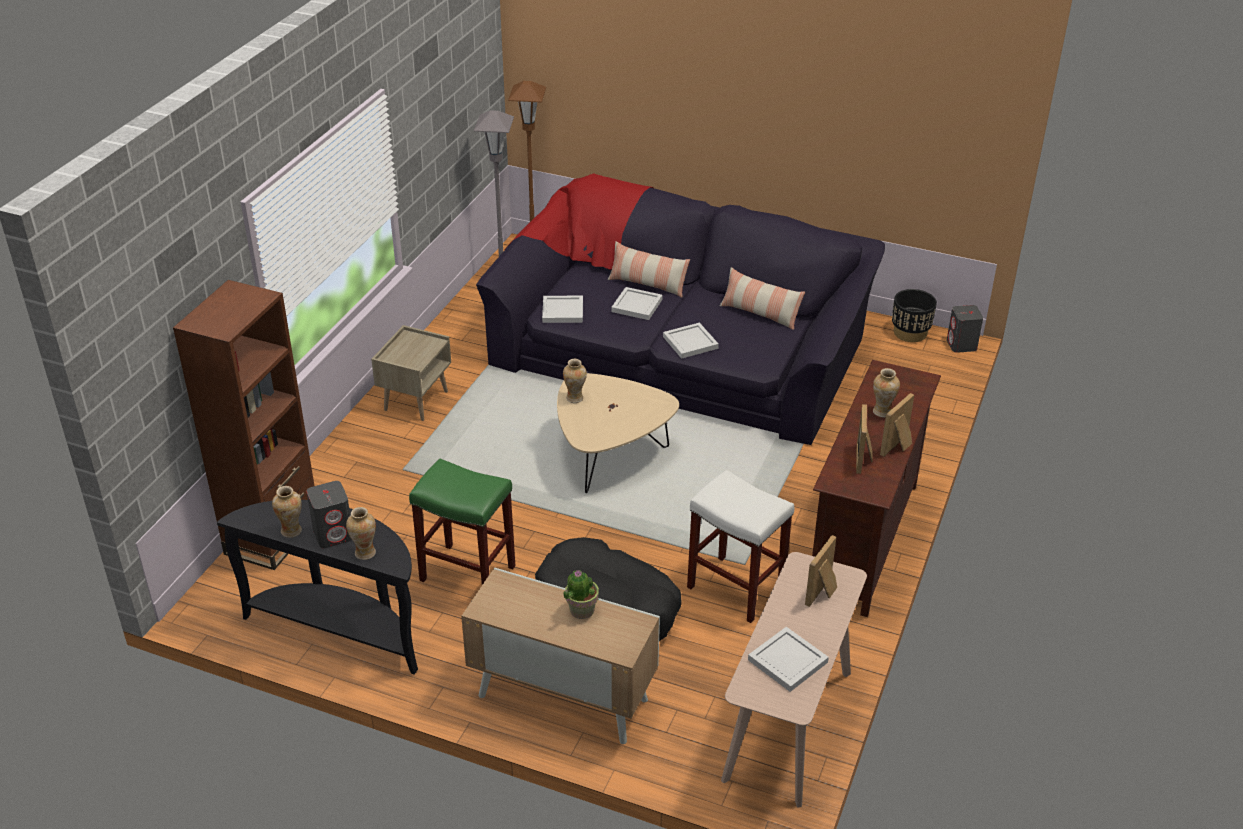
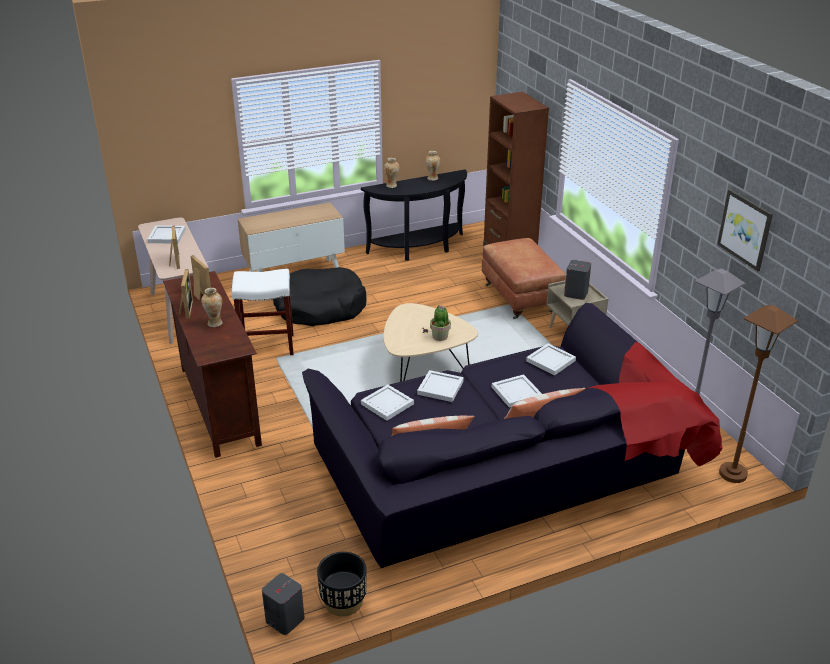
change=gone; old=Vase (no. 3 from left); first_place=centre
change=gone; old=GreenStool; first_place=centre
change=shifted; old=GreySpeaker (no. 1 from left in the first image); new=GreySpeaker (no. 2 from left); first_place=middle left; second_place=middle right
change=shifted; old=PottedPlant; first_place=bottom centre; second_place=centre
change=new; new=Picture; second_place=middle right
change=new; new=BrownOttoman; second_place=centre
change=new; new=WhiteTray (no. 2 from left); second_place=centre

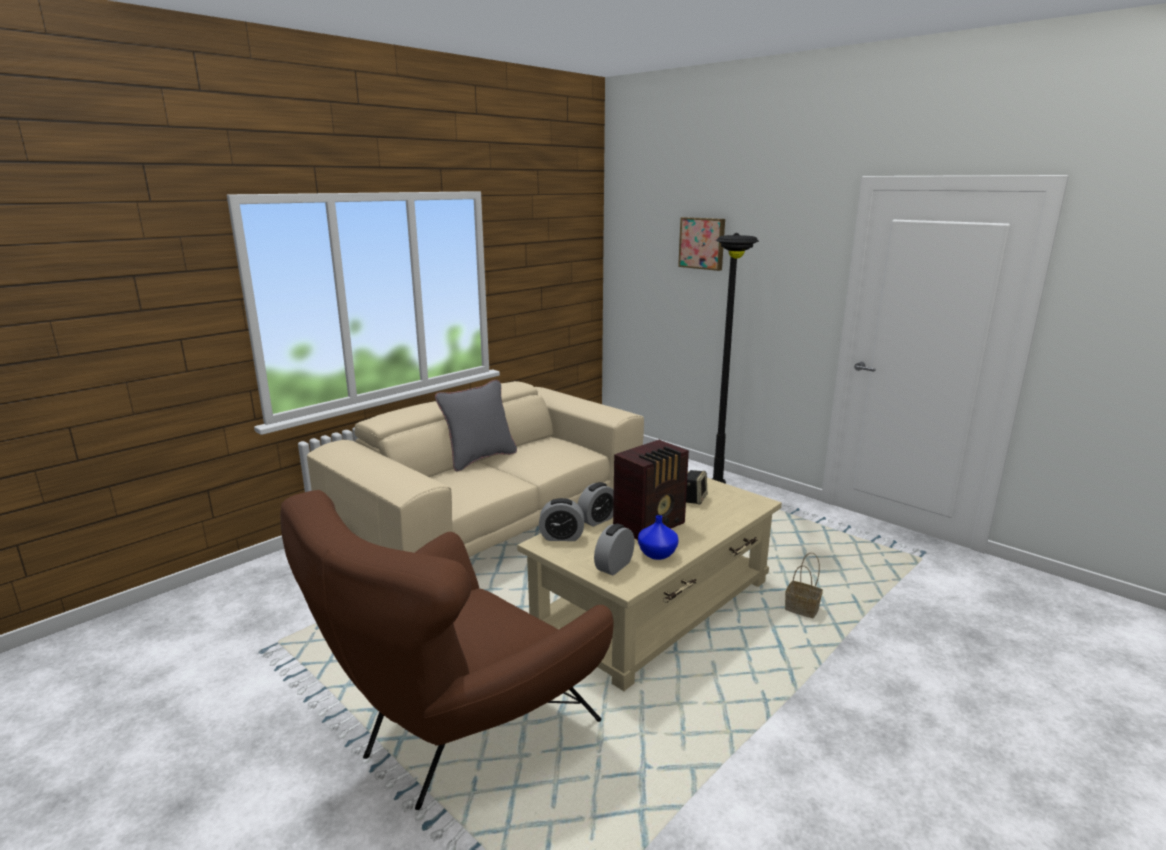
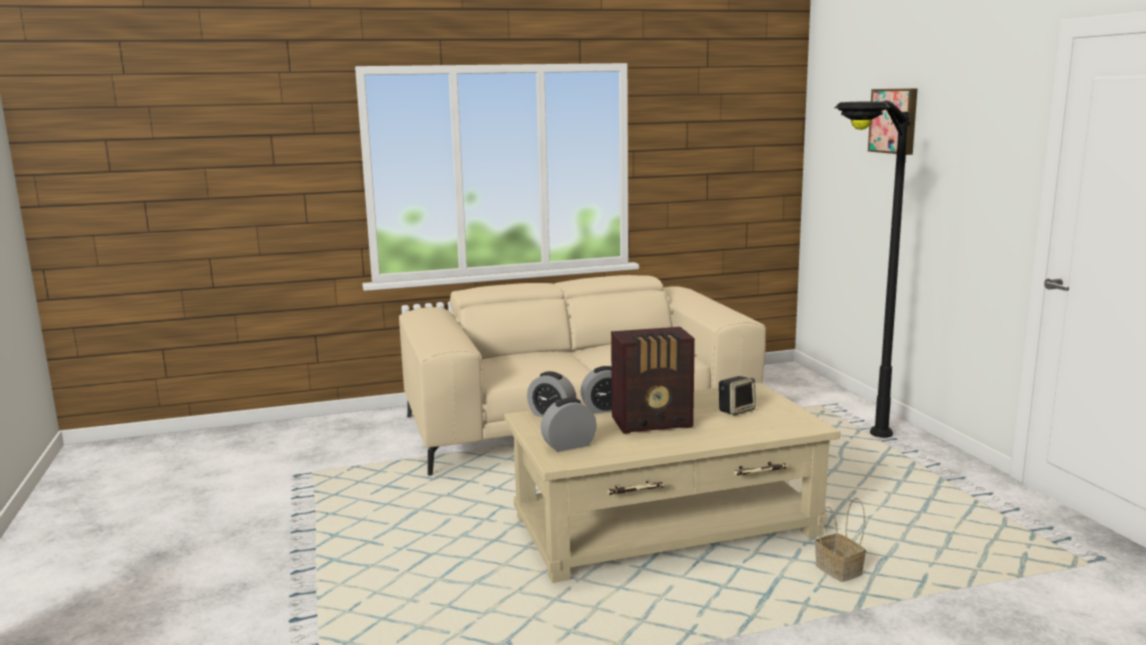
change=gone; old=GreyPillow; first_place=centre
change=gone; old=BrownArmchair; first_place=bottom centre
change=gone; old=BlueVase; first_place=centre

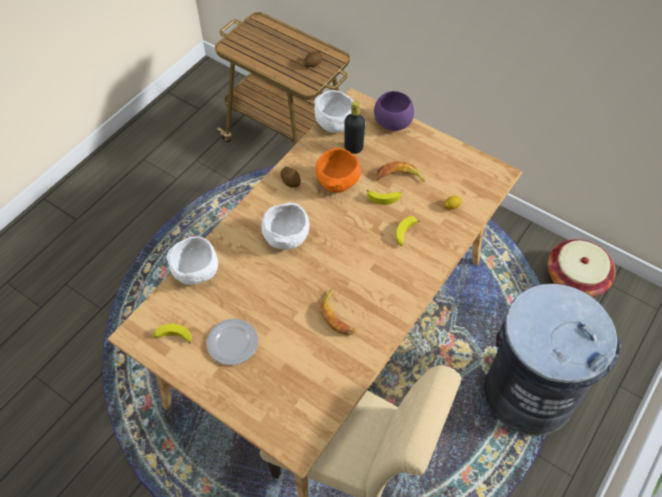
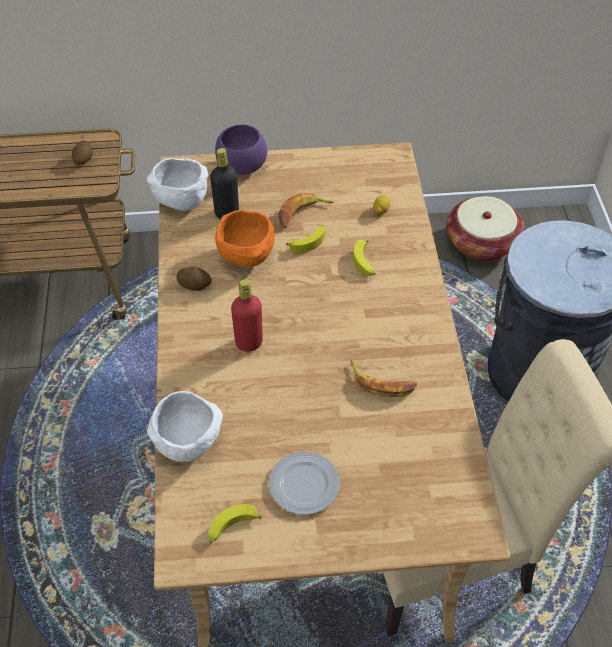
change=swapped; old=WhiteBowl (no. 2 from left); new=RedBottle; first_place=centre; second_place=centre

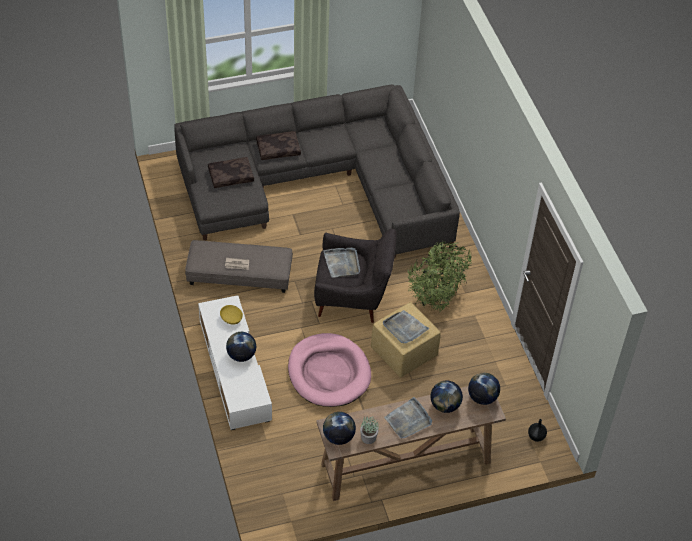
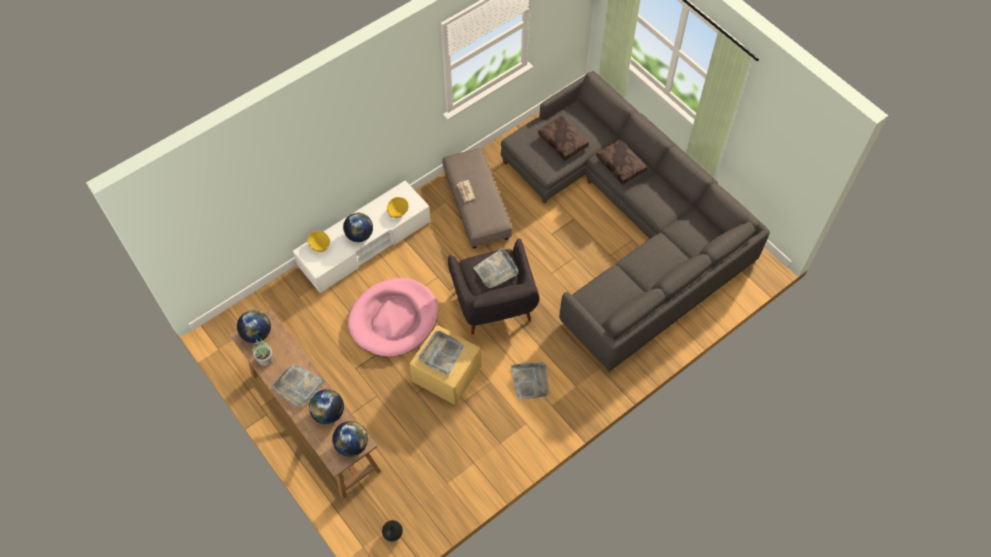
change=swapped; old=PottedPlant (no. 2 from left); new=GreyTray (no. 4 from left); first_place=centre; second_place=bottom centre
change=new; new=YellowBowl (no. 1 from left); second_place=middle left

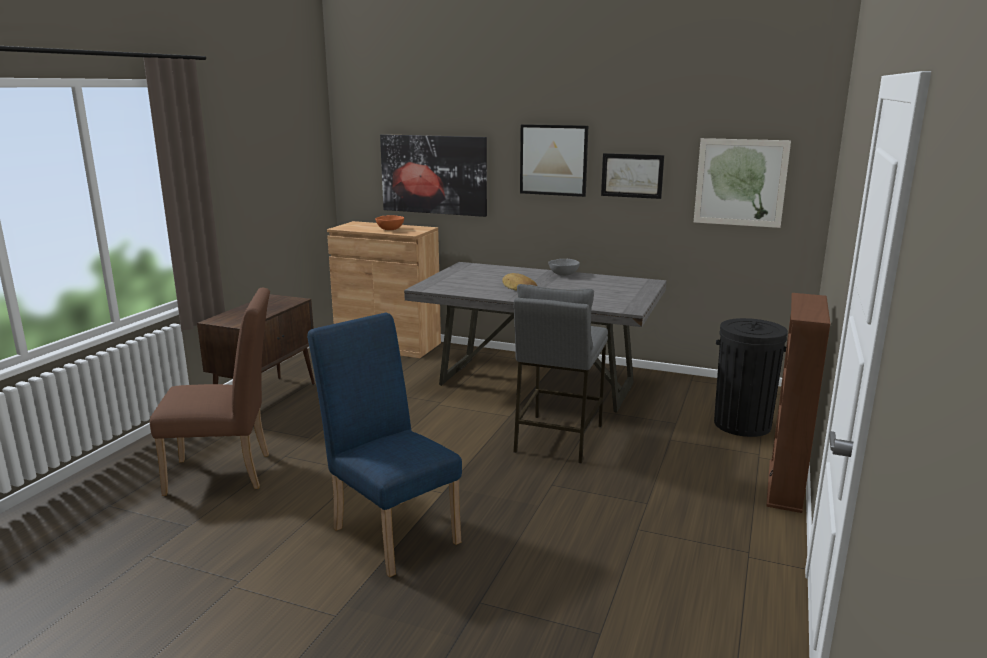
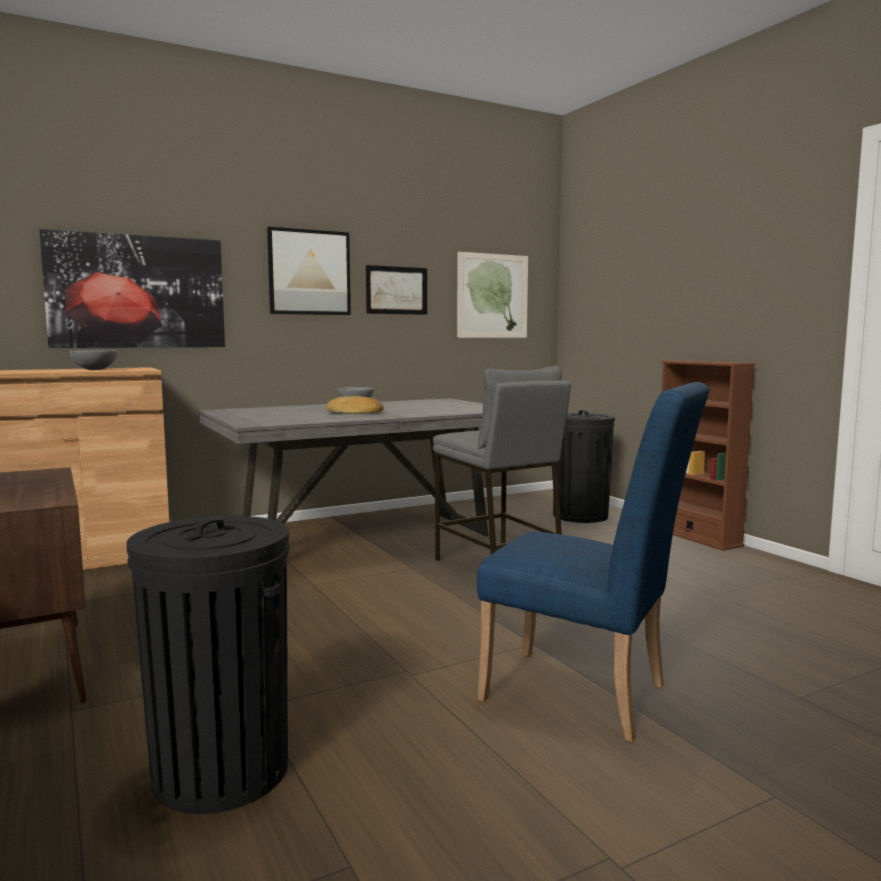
change=repainted; old=OrangeBowl; new=GreyBowl (no. 1 from left); first_place=centre; second_place=middle left
change=swapped; old=BrownChair; new=BlackTrashCan (no. 1 from left); first_place=middle left; second_place=bottom left
change=rotated; old=BlueChair; first_place=bottom centre; second_place=middle right; degrees=-150

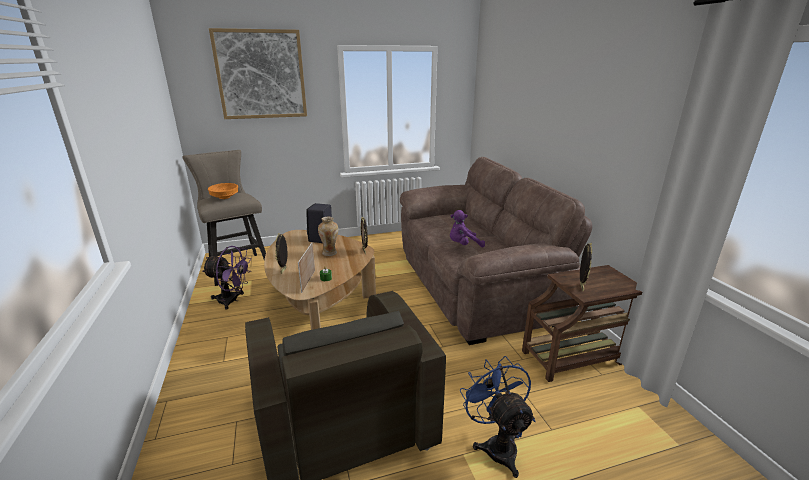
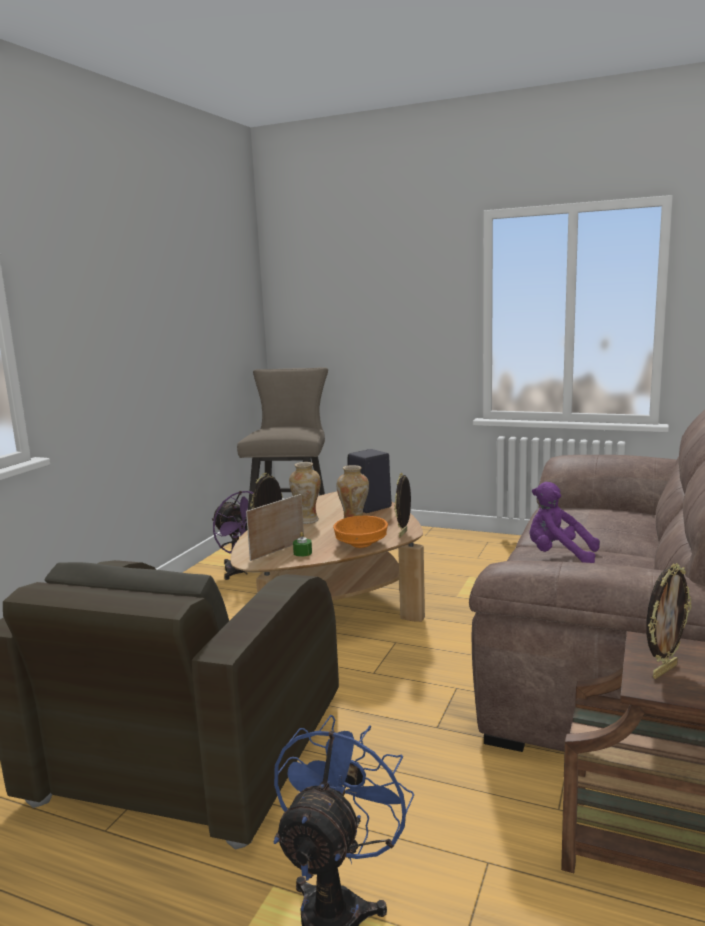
change=gone; old=Picture; first_place=top left
change=shifted; old=OrangeBowl; first_place=middle left; second_place=centre
change=new; new=Vase (no. 1 from left); second_place=centre

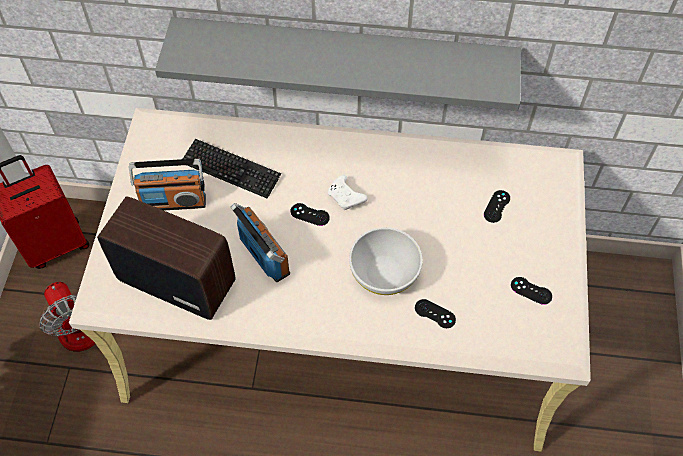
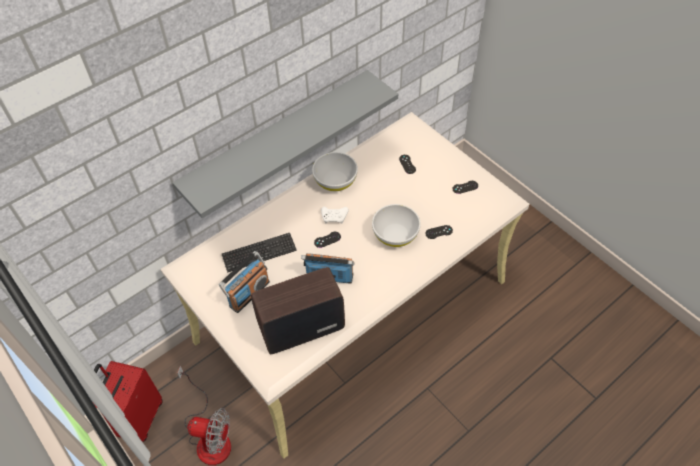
change=new; new=WhiteBowl (no. 1 from left); second_place=centre

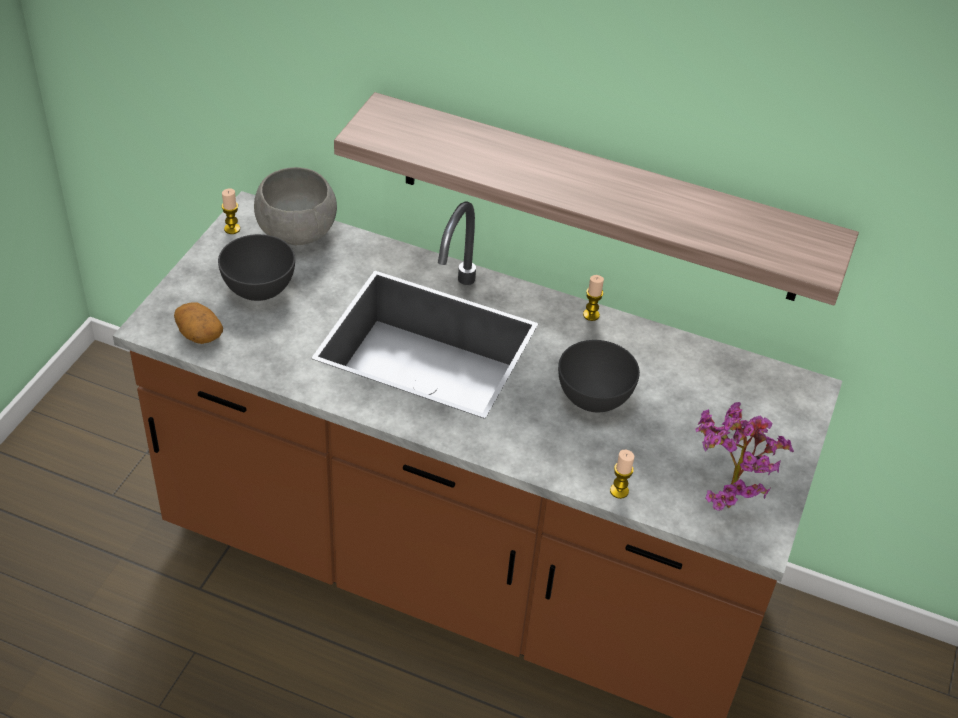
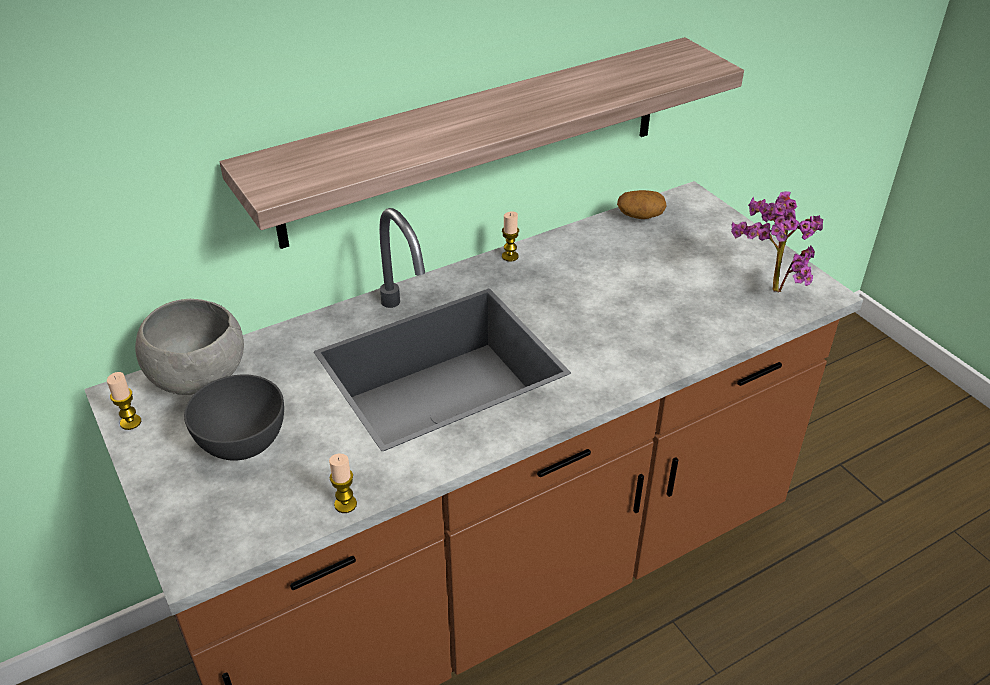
change=shifted; old=Potato; first_place=middle left; second_place=top centre
change=gone; old=GreyBowl (no. 3 from left); first_place=centre
change=shifted; old=Candle (no. 3 from left in the first image); new=Candle (no. 2 from left); first_place=centre; second_place=bottom centre

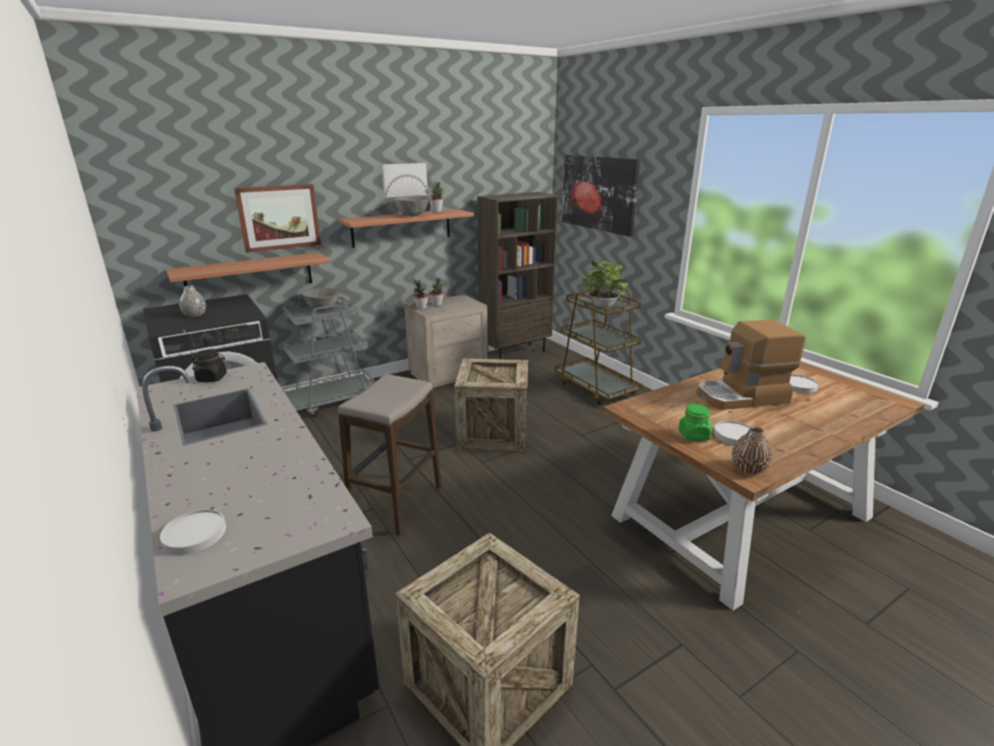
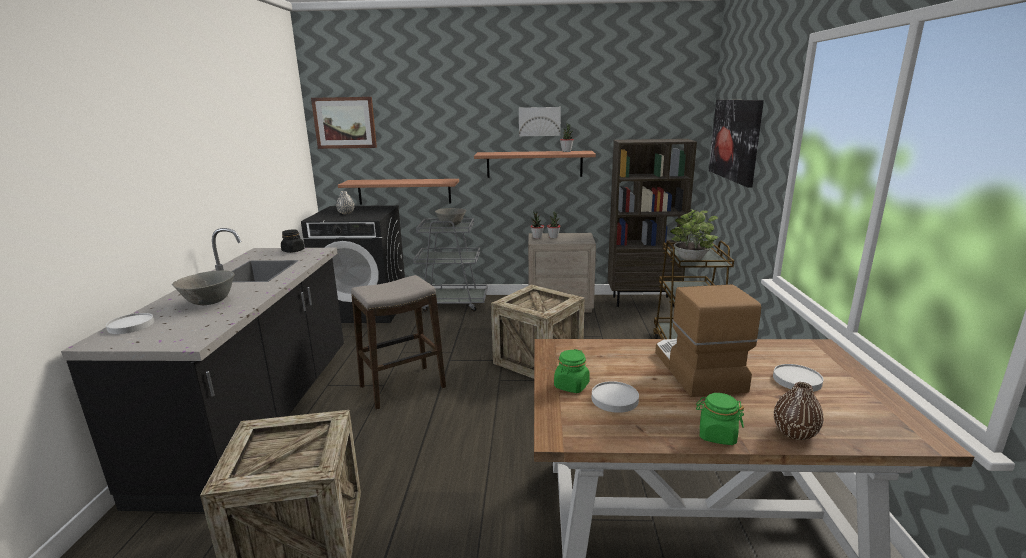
change=shifted; old=Picture (no. 1 from left); first_place=top left; second_place=top centre
change=shifted; old=GreyBowl (no. 2 from left in the first image); new=GreyBowl (no. 1 from left); first_place=top centre; second_place=middle left
change=rotated; old=CoffeeMachine; first_place=middle right; second_place=middle right; degrees=60
change=shifted; old=BrownVase; first_place=middle right; second_place=bottom right
change=new; new=GreenJar (no. 2 from left); second_place=bottom right

